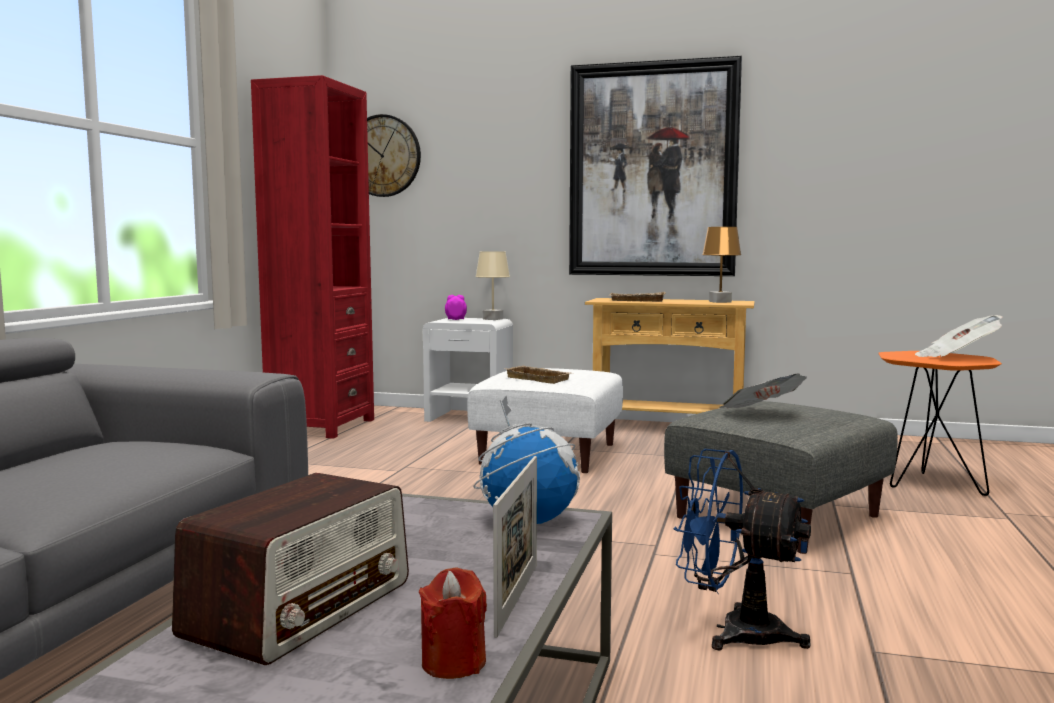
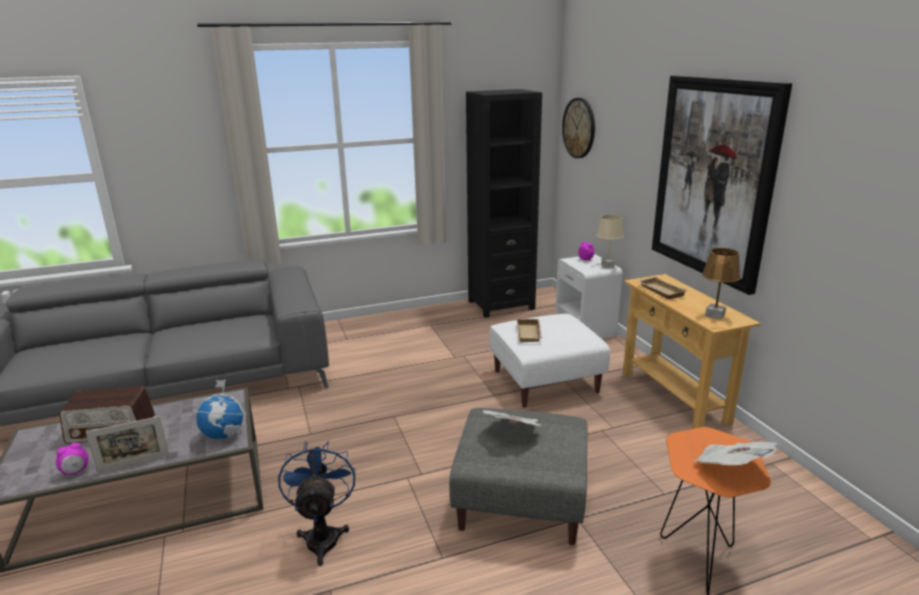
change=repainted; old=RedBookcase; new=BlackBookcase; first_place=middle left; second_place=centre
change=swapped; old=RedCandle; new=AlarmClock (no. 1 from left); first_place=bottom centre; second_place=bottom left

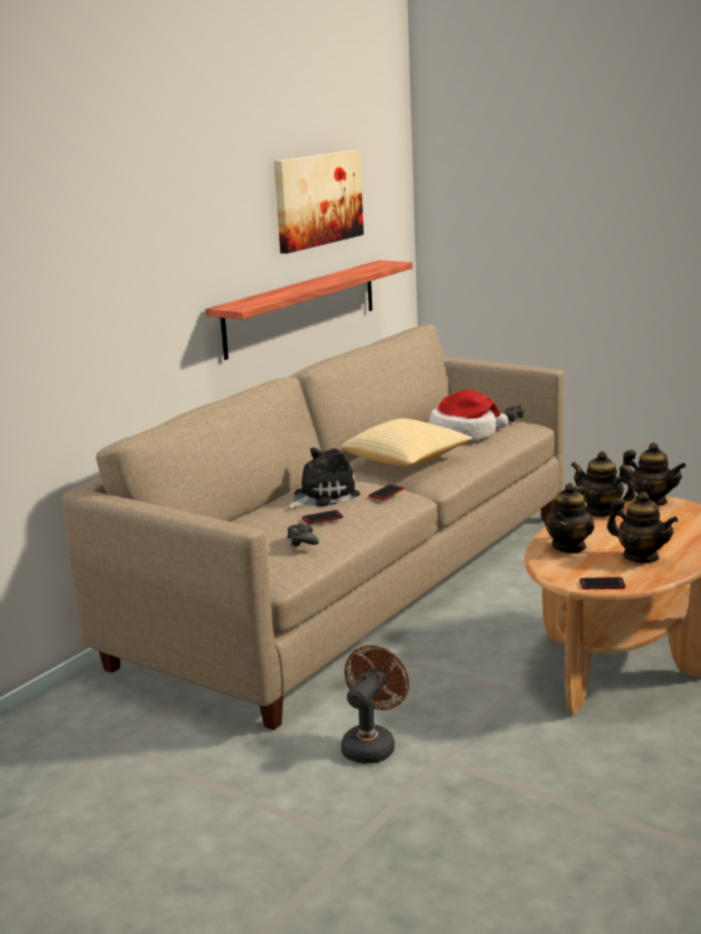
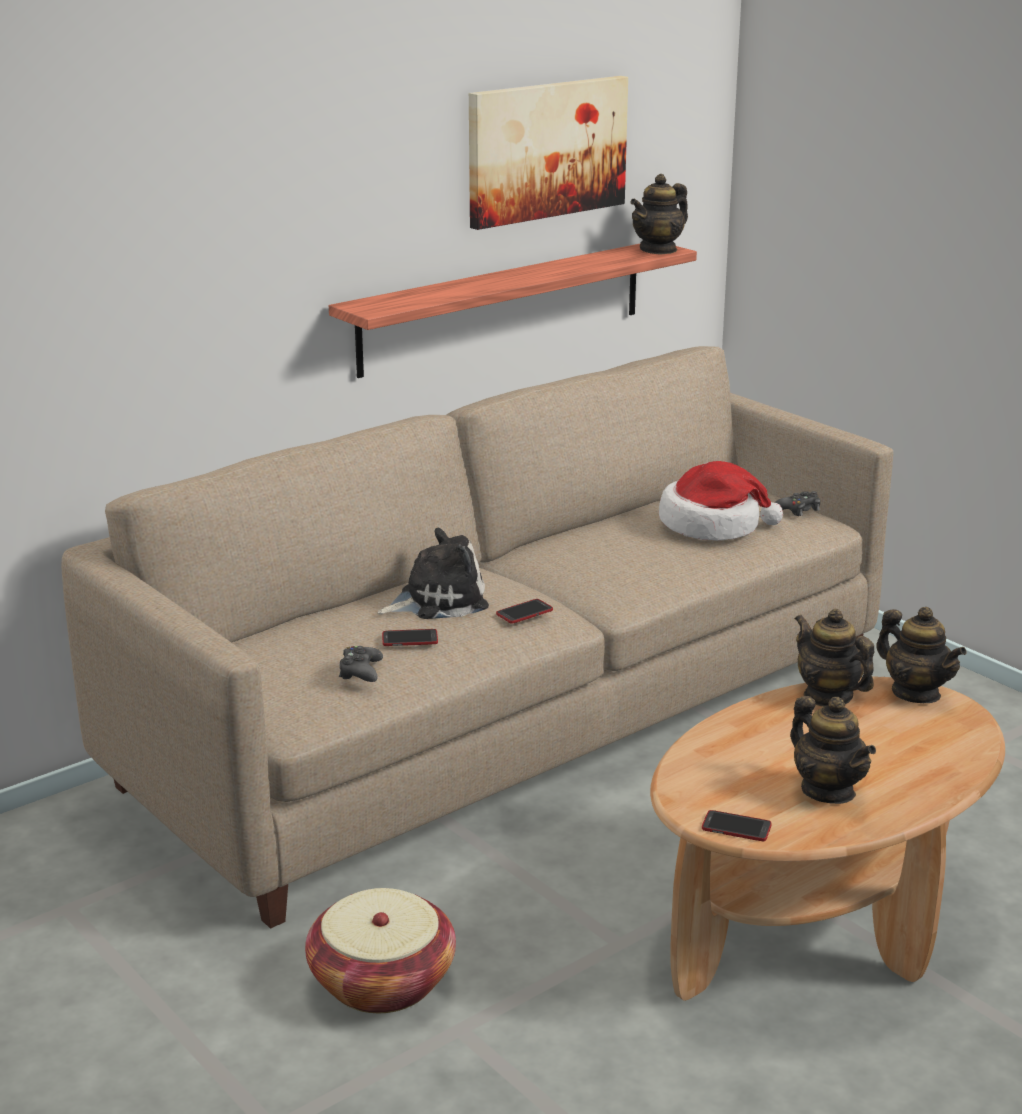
change=gone; old=Pillow; first_place=centre
change=shifted; old=Teapot (no. 1 from left); first_place=middle right; second_place=top centre
change=swapped; old=BrownFan; new=Basket; first_place=bottom centre; second_place=bottom centre

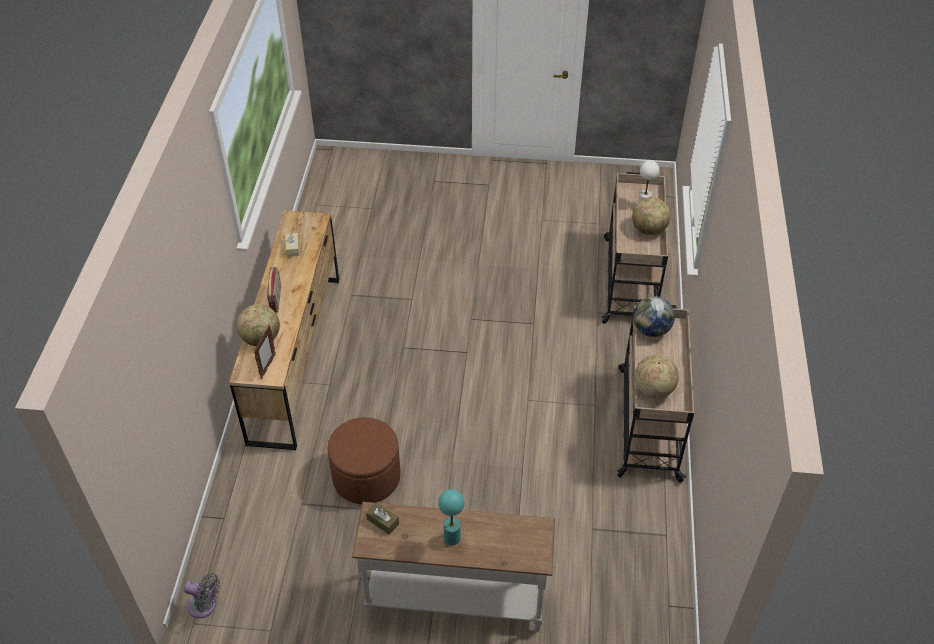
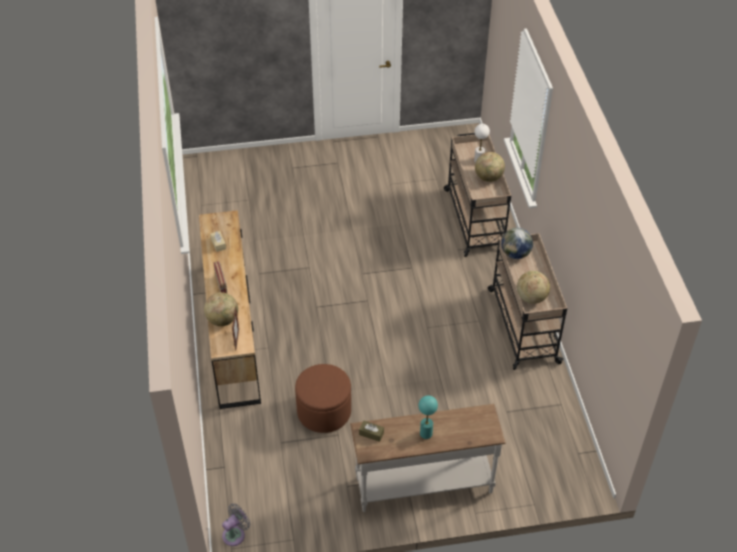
change=rotated; old=GreyFan; first_place=bottom left; second_place=bottom left; degrees=-45

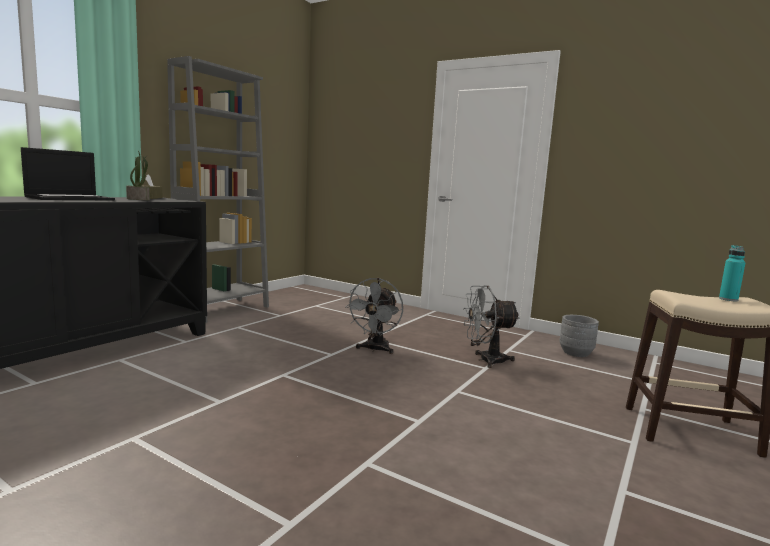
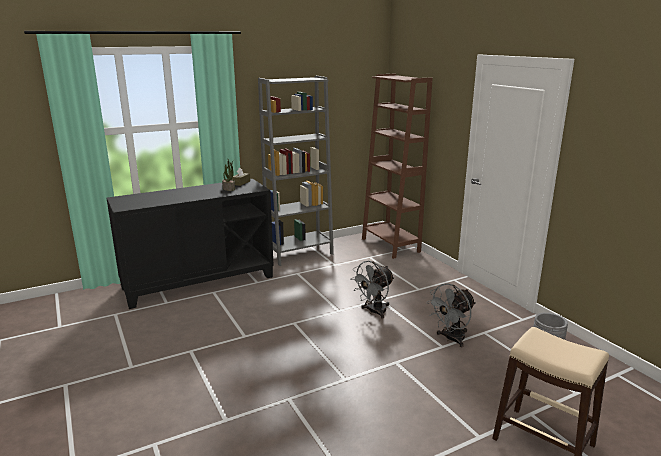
change=gone; old=Laptop; first_place=top left
change=gone; old=TurquoiseBottle; first_place=middle right
change=rotated; old=GreyFan (no. 2 from left); first_place=centre; second_place=bottom right; degrees=-60
change=new; new=BrownBookcase; second_place=centre

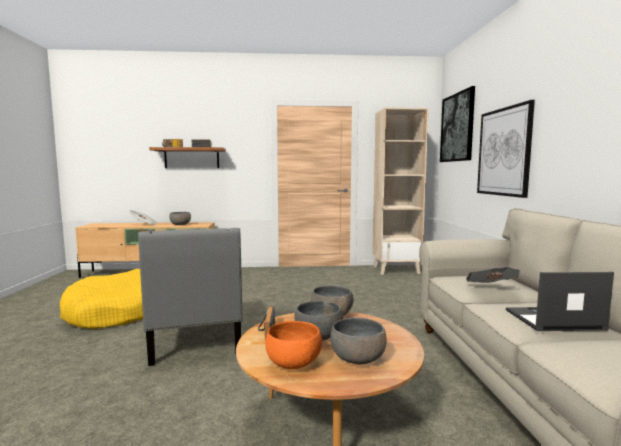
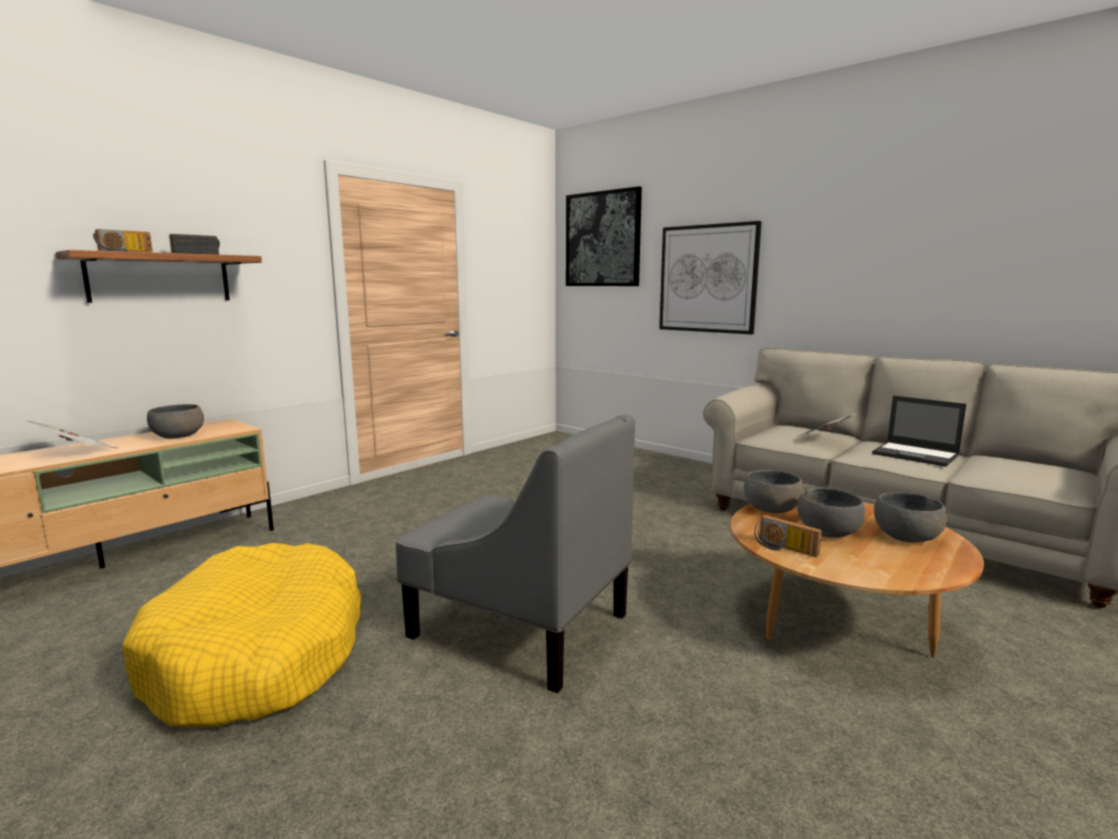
change=gone; old=BeigeBookcase; first_place=centre
change=rotated; old=Laptop; first_place=bottom right; second_place=middle right; degrees=-90
change=gone; old=OrangeBowl; first_place=bottom centre

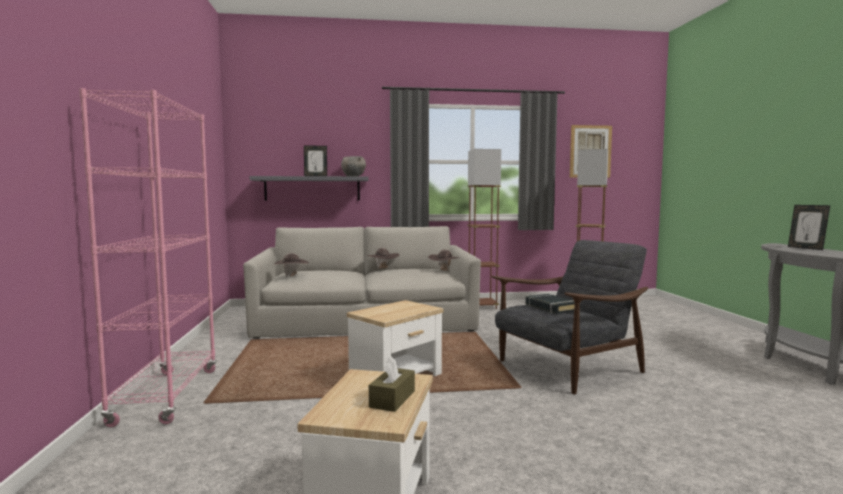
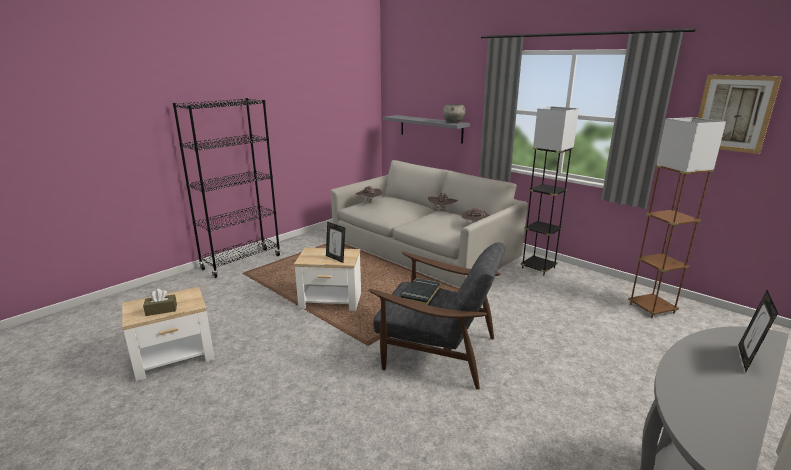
change=repainted; old=PinkBookcase; new=BlackBookcase; first_place=middle left; second_place=middle left
change=shifted; old=PictureFrame (no. 1 from left); first_place=top centre; second_place=centre
change=repainted; old=BrownFloorLamp (no. 1 from left); new=GreyFloorLamp; first_place=centre; second_place=middle right

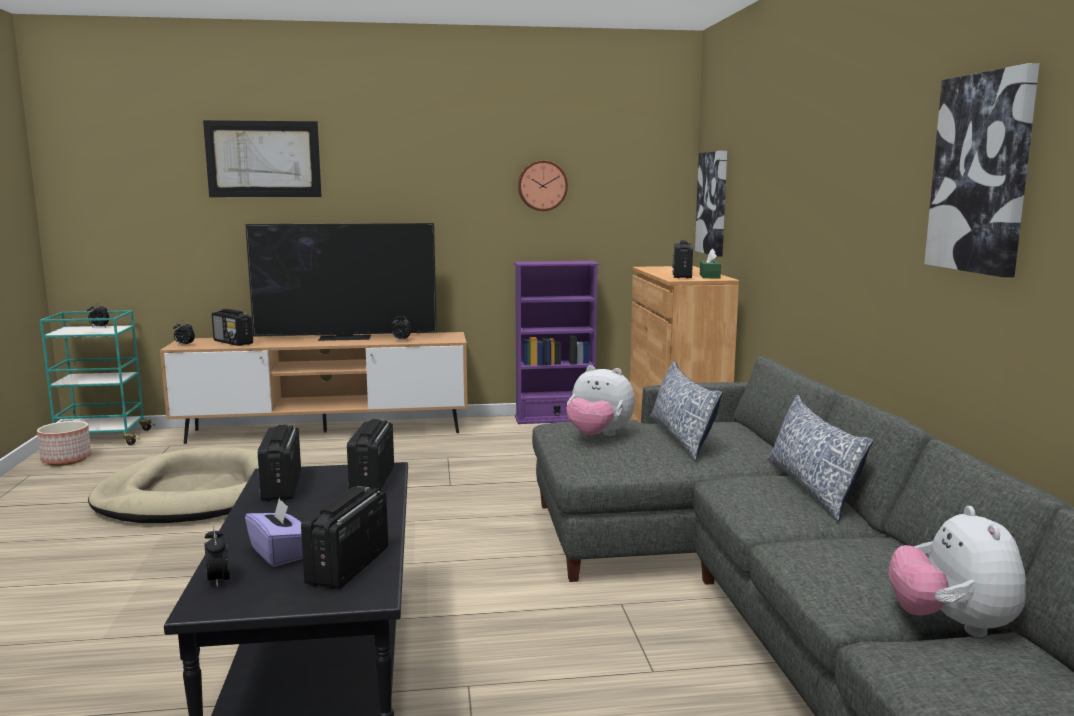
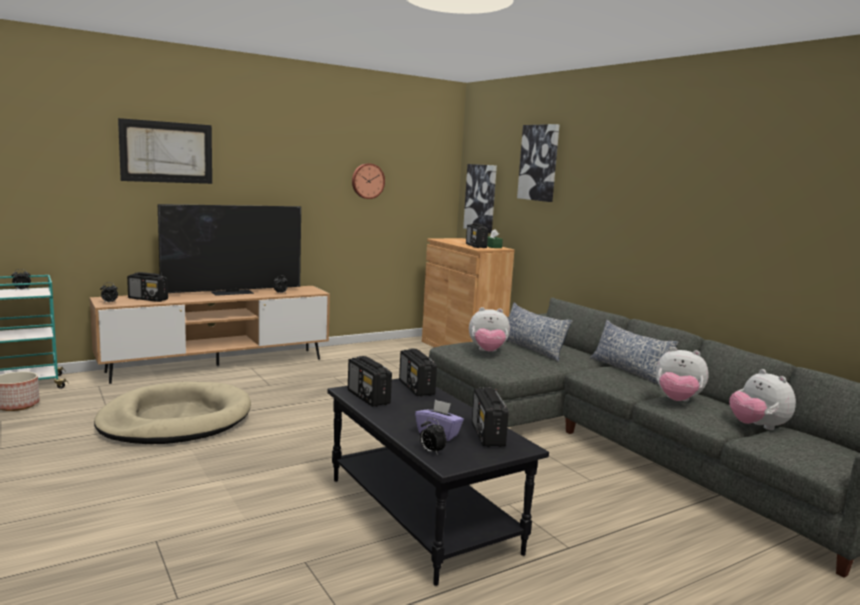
change=shifted; old=Picture (no. 3 from left); first_place=top right; second_place=top centre
change=gone; old=PurpleBookcase; first_place=centre
change=new; new=PlushToy (no. 2 from left); second_place=middle right

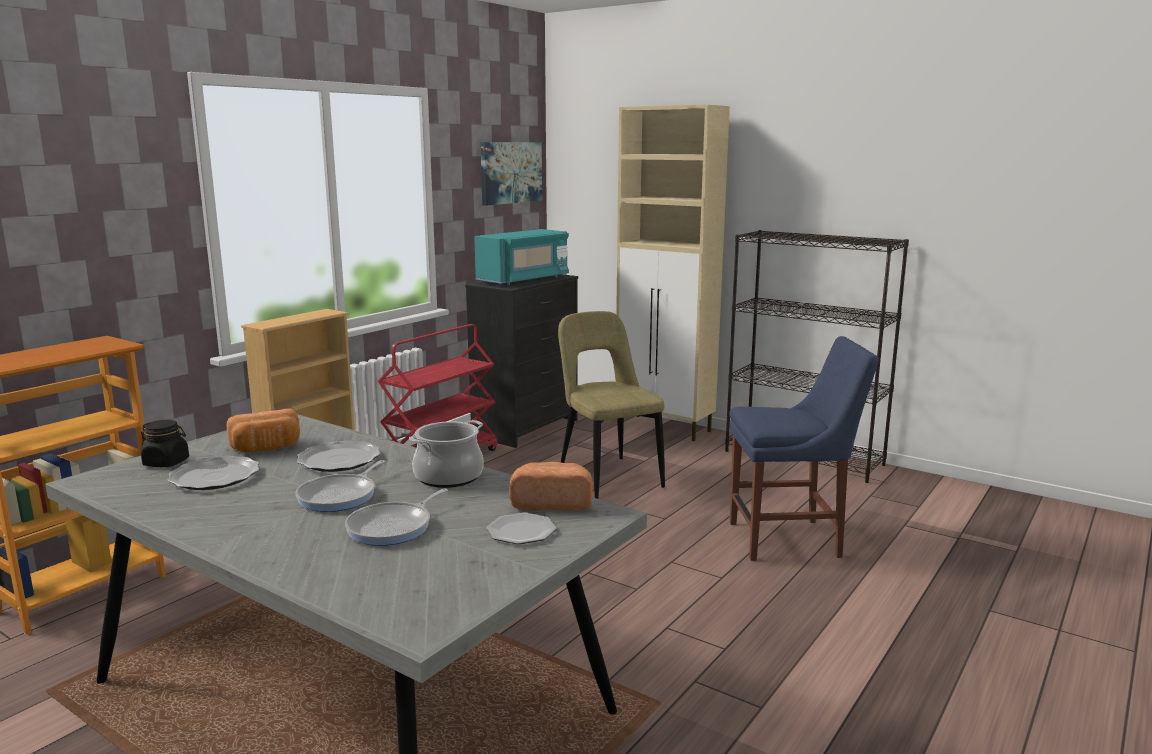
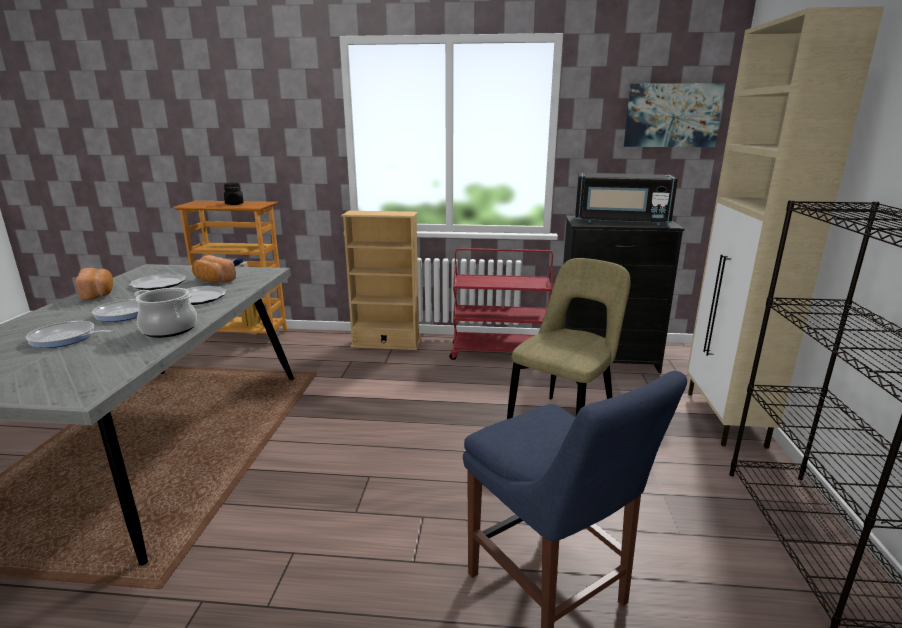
change=repainted; old=TurquoiseMicrowave; new=BlackMicrowave; first_place=centre; second_place=top right
change=shifted; old=BlackJar; first_place=middle left; second_place=top left
change=shifted; old=Bread (no. 2 from left in the first image); new=Bread (no. 1 from left); first_place=centre; second_place=middle left
change=gone; old=Plate (no. 3 from left); first_place=bottom centre

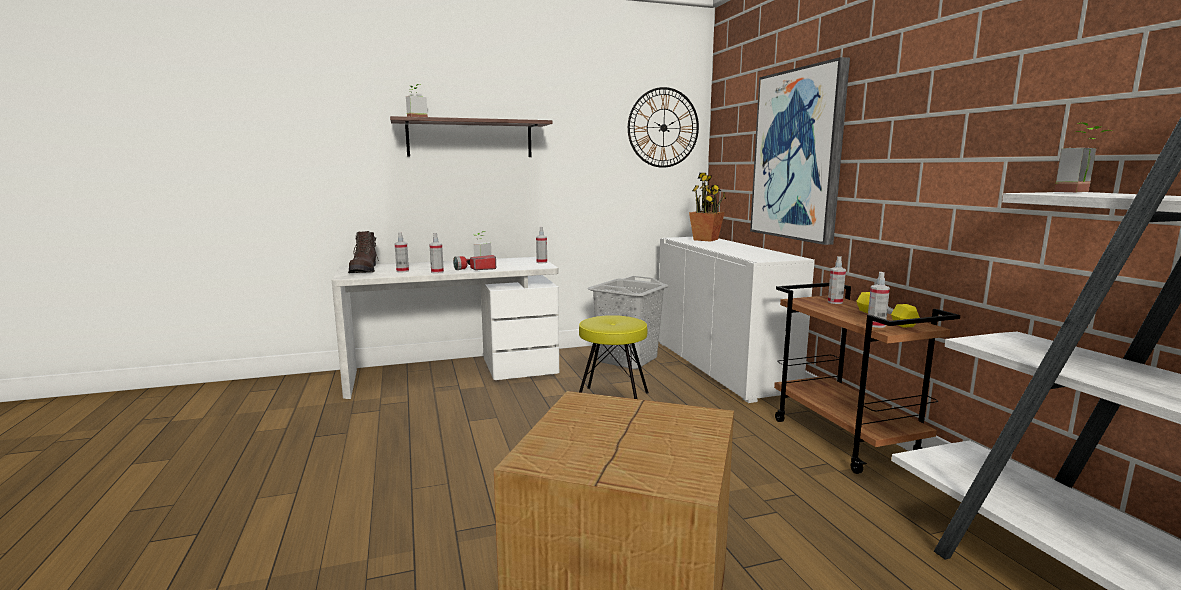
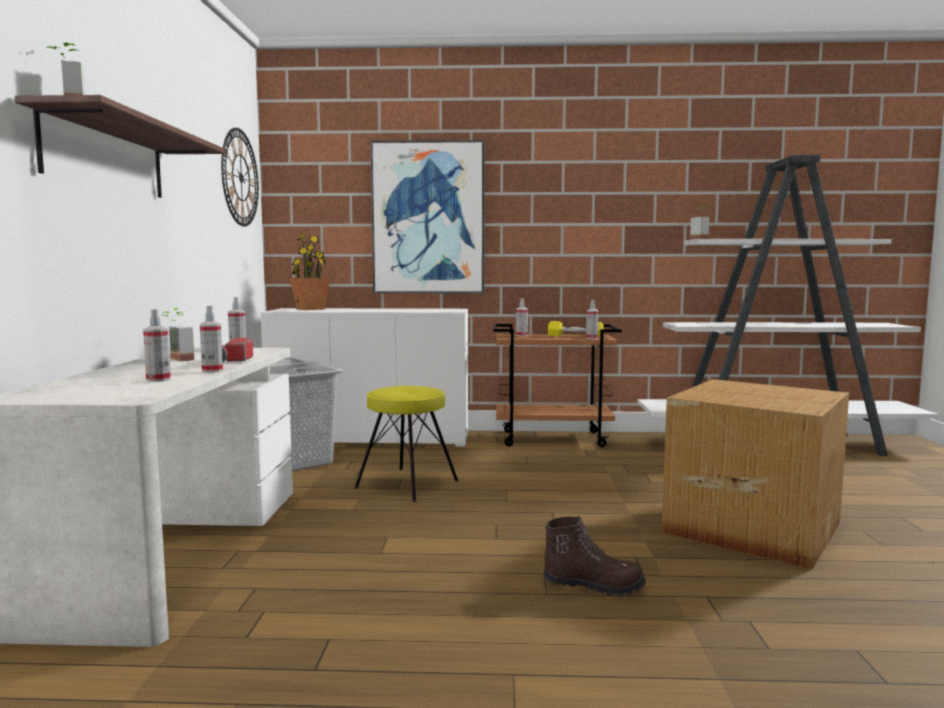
change=shifted; old=BrownBoot; first_place=middle left; second_place=bottom centre

